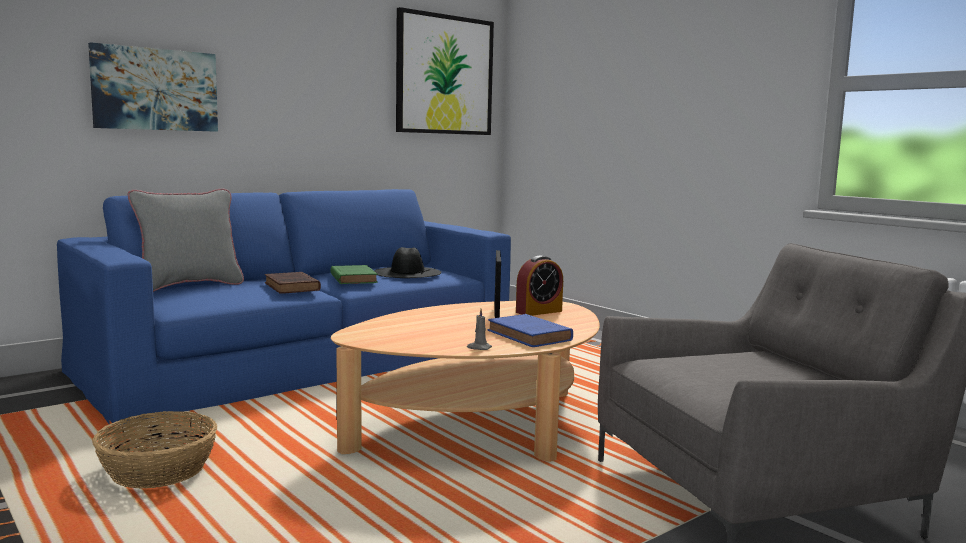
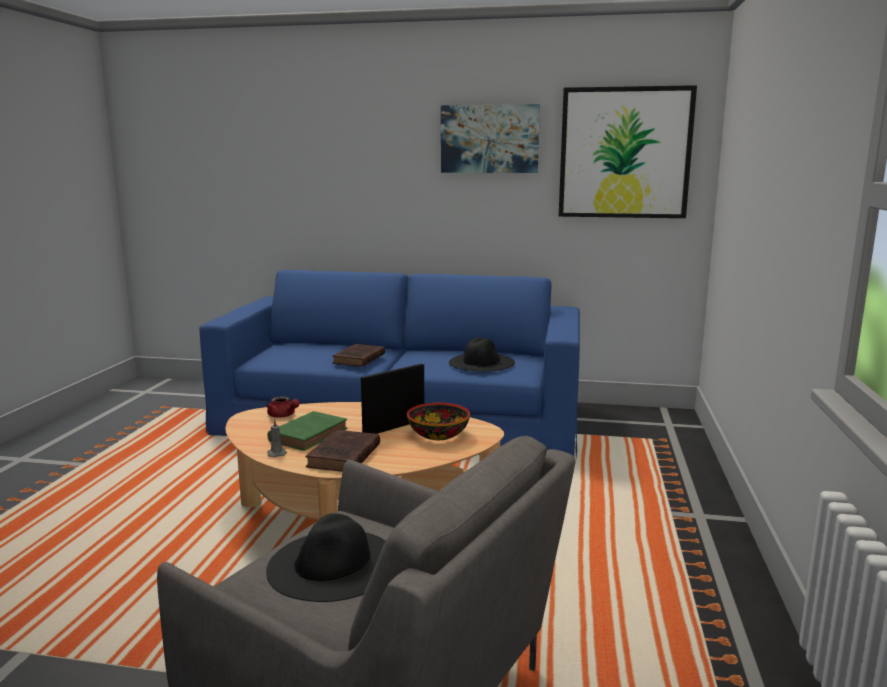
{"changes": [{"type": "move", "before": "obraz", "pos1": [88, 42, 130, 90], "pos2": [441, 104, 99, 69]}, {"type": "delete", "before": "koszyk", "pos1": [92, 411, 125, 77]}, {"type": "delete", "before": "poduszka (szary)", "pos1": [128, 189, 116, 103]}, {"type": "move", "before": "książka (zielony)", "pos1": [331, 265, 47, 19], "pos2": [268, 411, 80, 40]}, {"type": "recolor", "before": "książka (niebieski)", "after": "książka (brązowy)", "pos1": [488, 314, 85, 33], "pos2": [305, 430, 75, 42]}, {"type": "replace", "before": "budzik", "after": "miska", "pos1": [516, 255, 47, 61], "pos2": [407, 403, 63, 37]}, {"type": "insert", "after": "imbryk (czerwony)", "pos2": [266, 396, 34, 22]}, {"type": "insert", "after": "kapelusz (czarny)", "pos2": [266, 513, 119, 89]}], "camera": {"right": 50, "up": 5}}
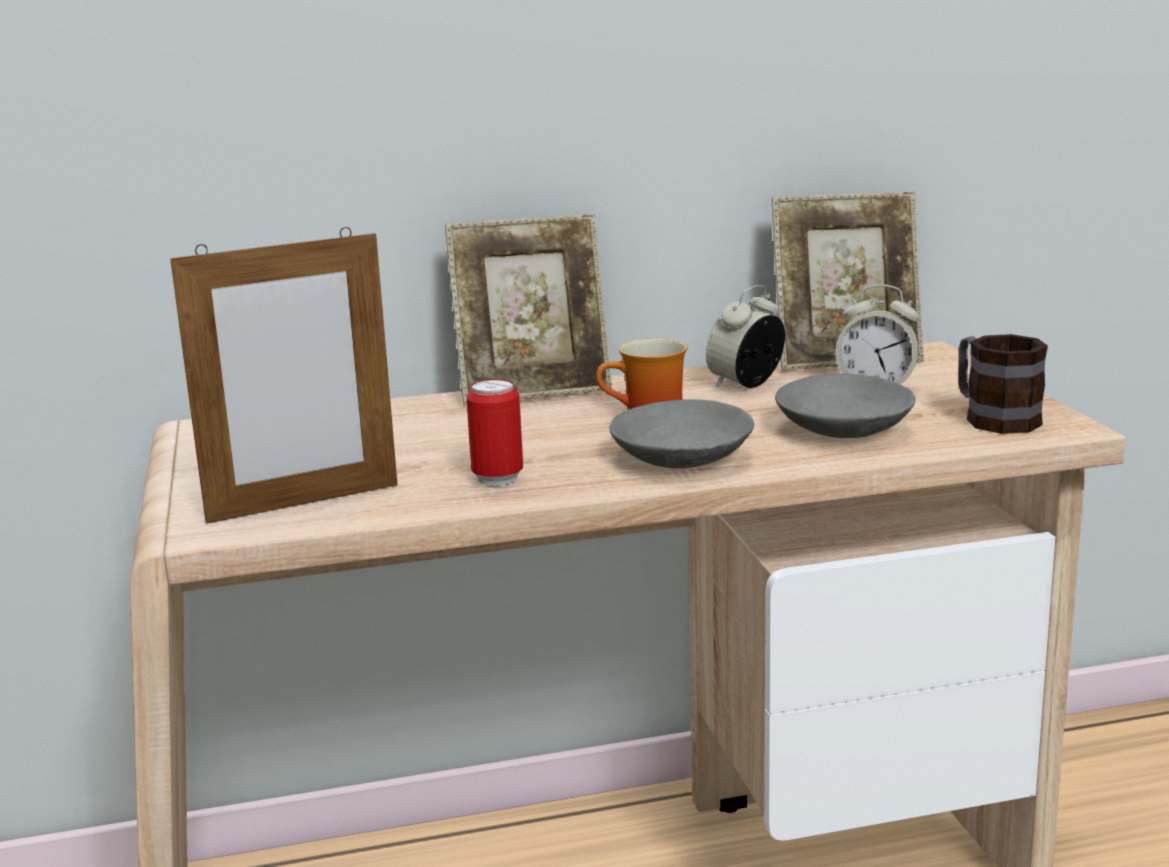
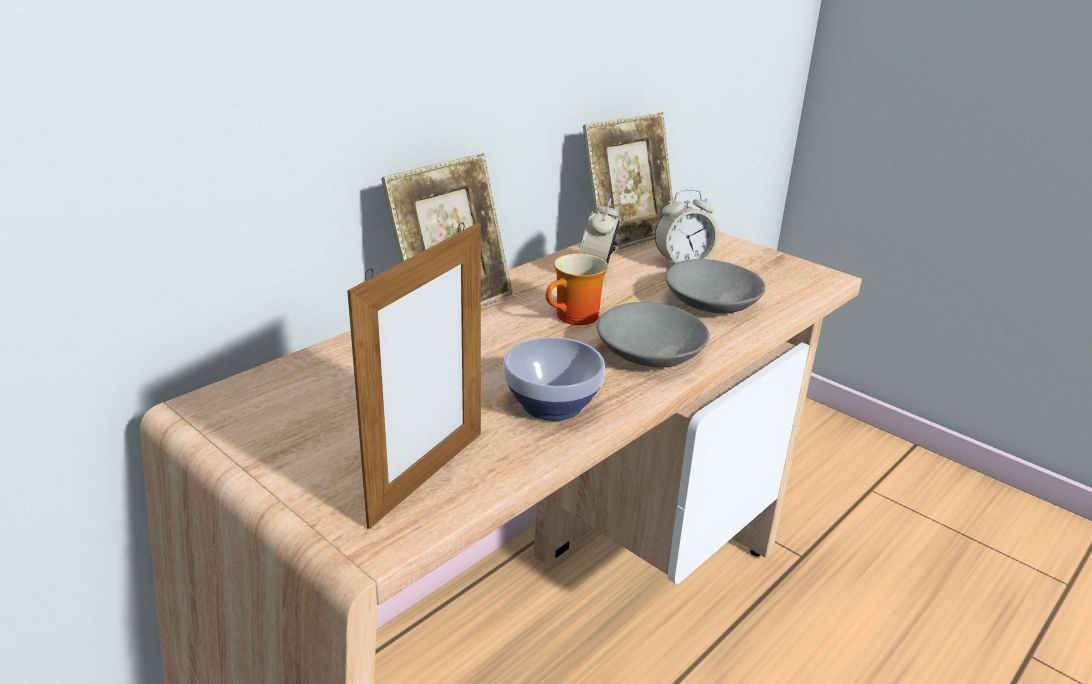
{"changes": [{"type": "replace", "before": "puszka", "after": "miska", "pos1": [466, 379, 57, 107], "pos2": [503, 337, 102, 84]}, {"type": "delete", "before": "kubek", "pos1": [958, 334, 90, 100]}], "camera": {"right": -35, "up": 10}}
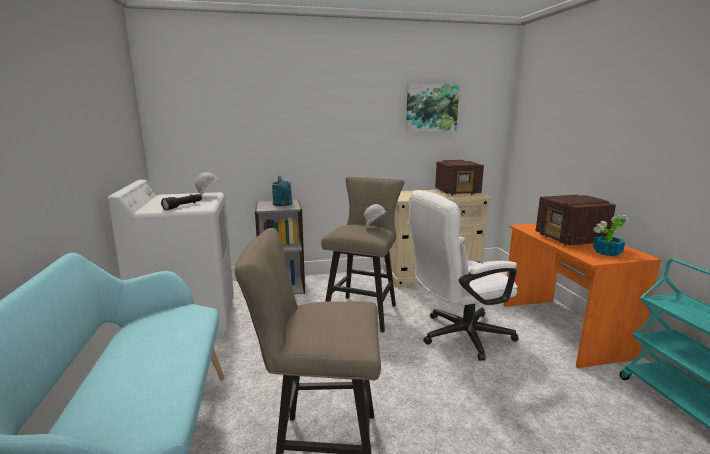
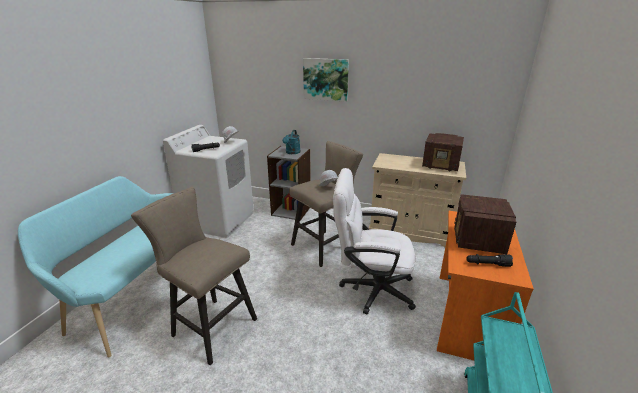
{"changes": [{"type": "move", "before": "obraz", "pos1": [406, 84, 54, 48], "pos2": [303, 58, 46, 44]}, {"type": "replace", "before": "roślina doniczkowa", "after": "latarka (czarny)", "pos1": [593, 215, 36, 41], "pos2": [466, 254, 47, 13]}], "camera": {"right": 30, "up": 10}}
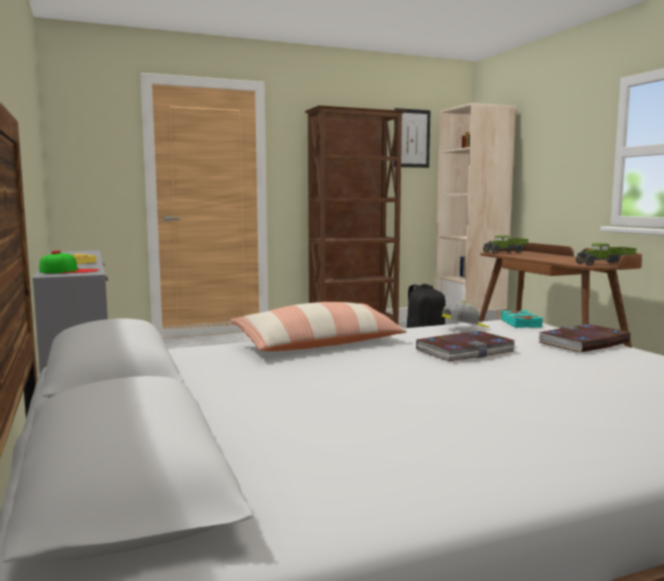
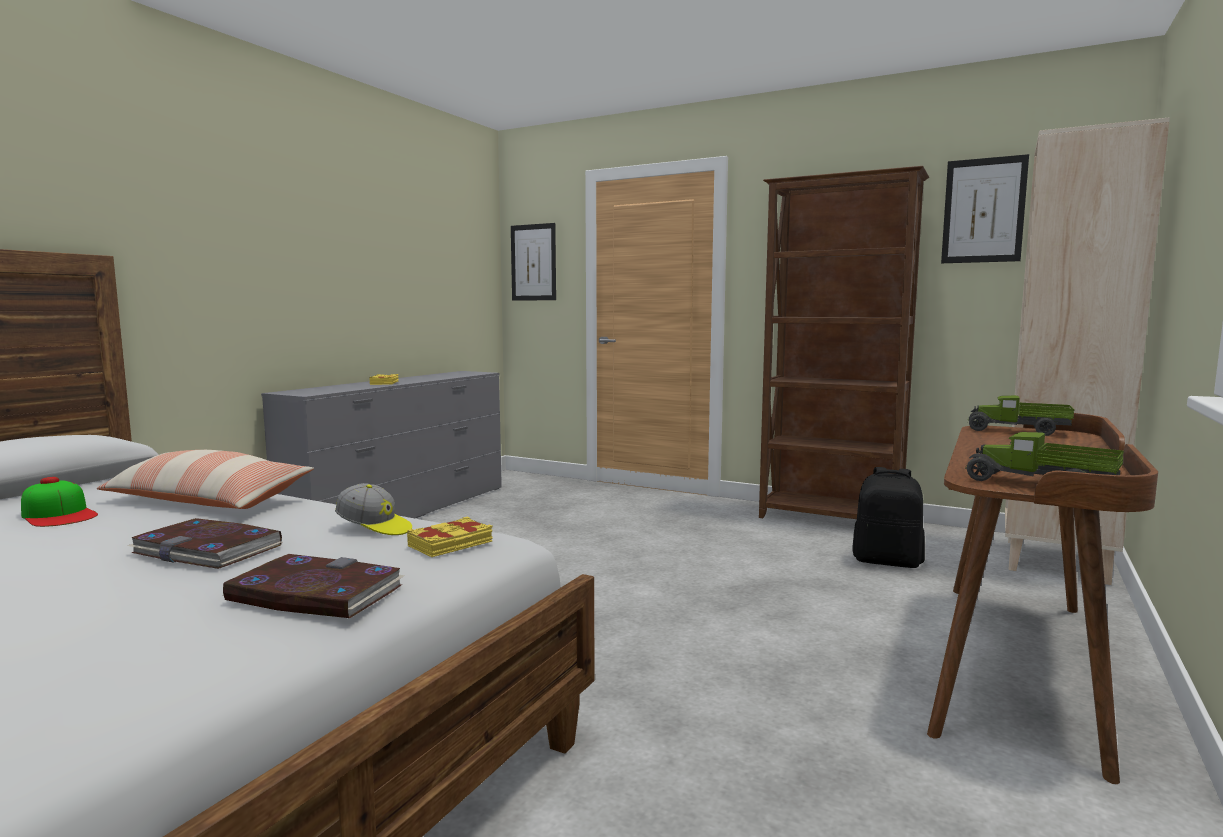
{"changes": [{"type": "move", "before": "czapka z daszkiem", "pos1": [39, 250, 60, 23], "pos2": [21, 477, 77, 50]}, {"type": "recolor", "before": "książka (turkusowy)", "after": "książka (żółty)", "pos1": [501, 310, 42, 18], "pos2": [407, 517, 85, 40]}, {"type": "insert", "after": "obraz", "pos2": [511, 223, 45, 78]}], "camera": {"right": 50, "up": 0}}
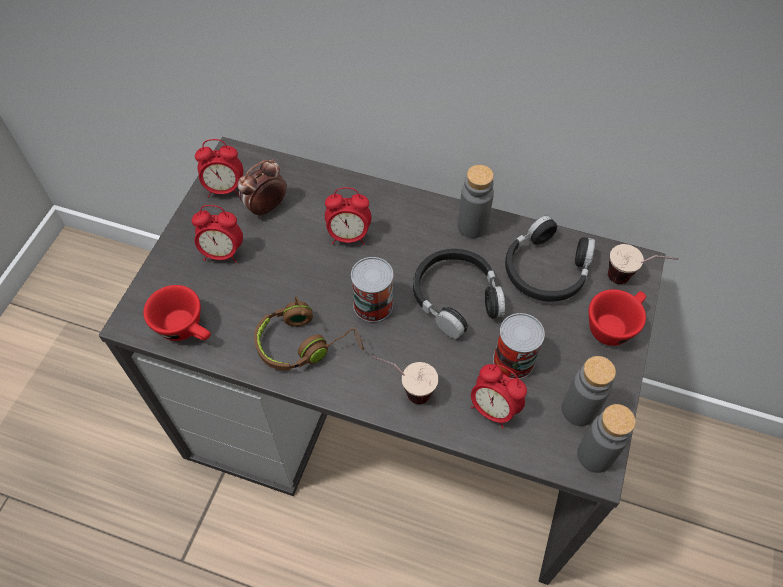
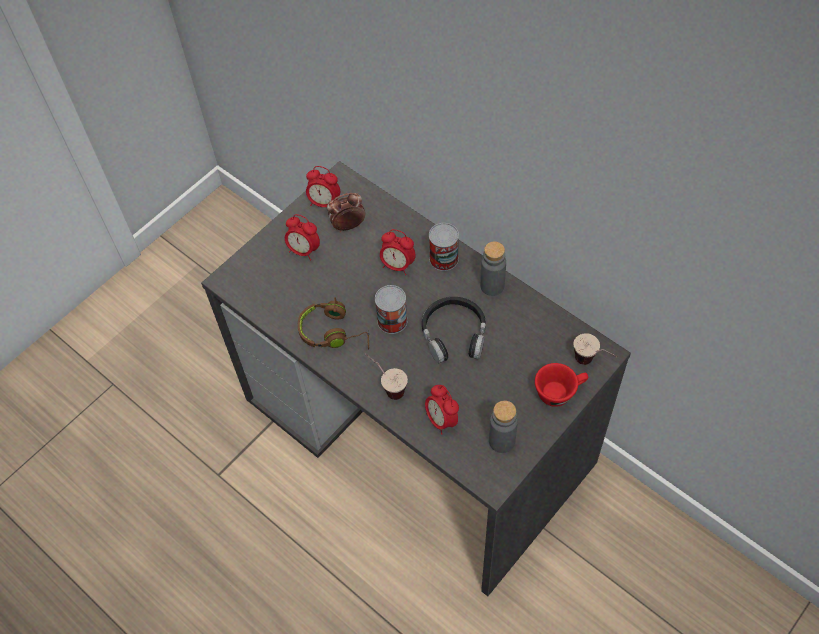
{"changes": [{"type": "delete", "before": "filiżanka (czerwony)", "pos1": [143, 285, 68, 56]}, {"type": "move", "before": "puszka", "pos1": [493, 313, 52, 66], "pos2": [429, 223, 30, 48]}, {"type": "delete", "before": "słuchawki (czarny)", "pos1": [505, 216, 90, 85]}, {"type": "delete", "before": "butelka (szary)", "pos1": [577, 404, 59, 69]}], "camera": {"right": 25, "up": 0}}
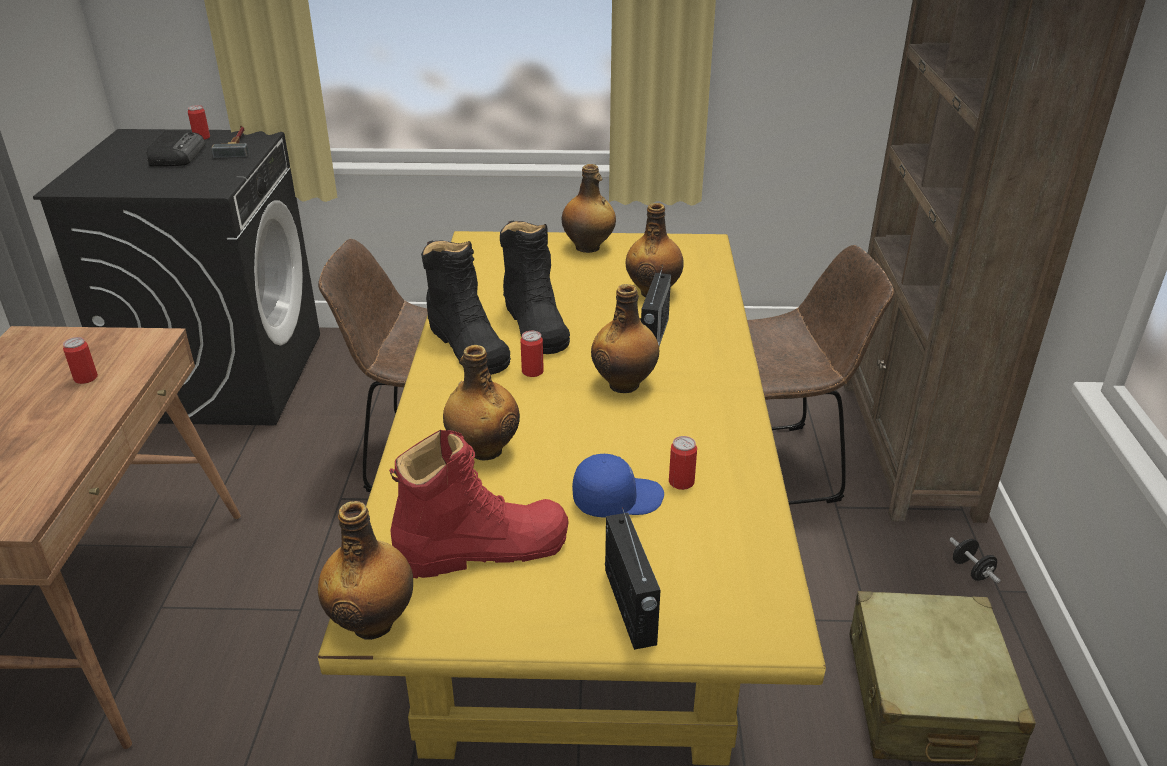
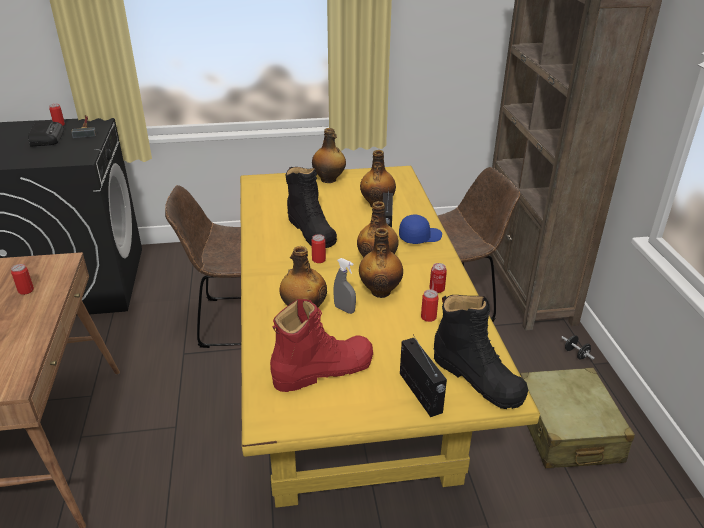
{"changes": [{"type": "move", "before": "butelka", "pos1": [317, 501, 96, 139], "pos2": [359, 228, 44, 70]}, {"type": "move", "before": "but z cholewką (czarny)", "pos1": [421, 240, 90, 135], "pos2": [434, 295, 94, 114]}, {"type": "move", "before": "czapka z daszkiem (niebieski)", "pos1": [572, 454, 92, 64], "pos2": [399, 215, 43, 29]}, {"type": "insert", "after": "spryskiwacz (szary)", "pos2": [333, 258, 23, 56]}, {"type": "insert", "after": "puszka", "pos2": [429, 263, 18, 30]}], "camera": {"right": -10, "up": 0}}
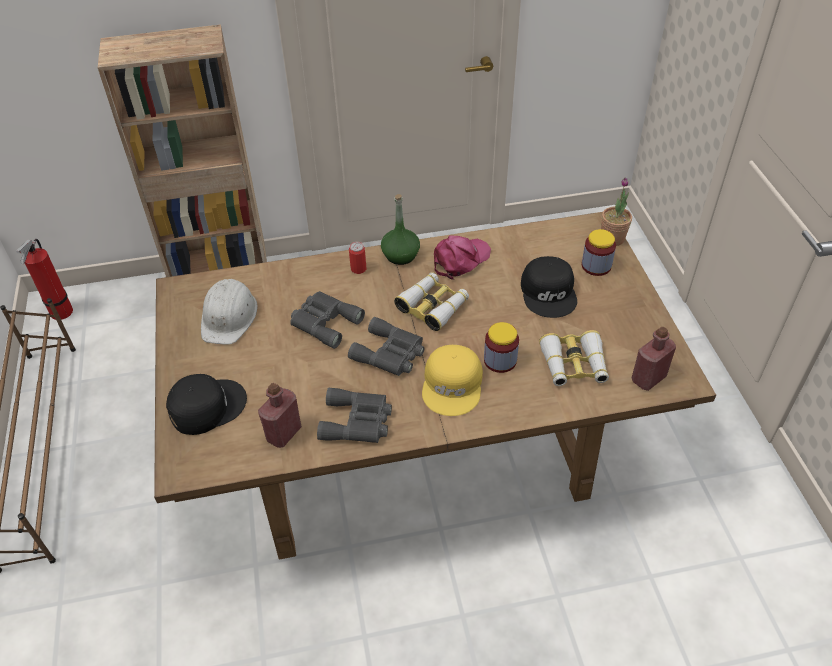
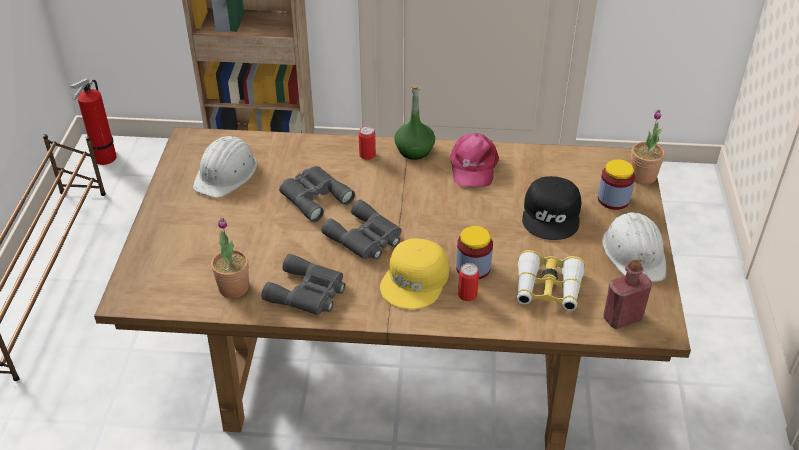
{"changes": [{"type": "delete", "before": "czapka z daszkiem (czarny)", "pos1": [166, 374, 81, 61]}, {"type": "replace", "before": "butelka (czerwony)", "after": "roślina doniczkowa", "pos1": [258, 383, 44, 65], "pos2": [211, 218, 38, 80]}, {"type": "delete", "before": "lornetka", "pos1": [394, 272, 75, 59]}, {"type": "rotate", "before": "czapka z daszkiem (różowy)", "pos1": [434, 236, 57, 44], "pos2": [450, 133, 49, 54], "turn": 120}, {"type": "insert", "after": "puszka", "pos2": [458, 263, 21, 38]}, {"type": "insert", "after": "kask (biały)", "pos2": [602, 212, 64, 70]}], "camera": {"right": 15, "up": -5}}
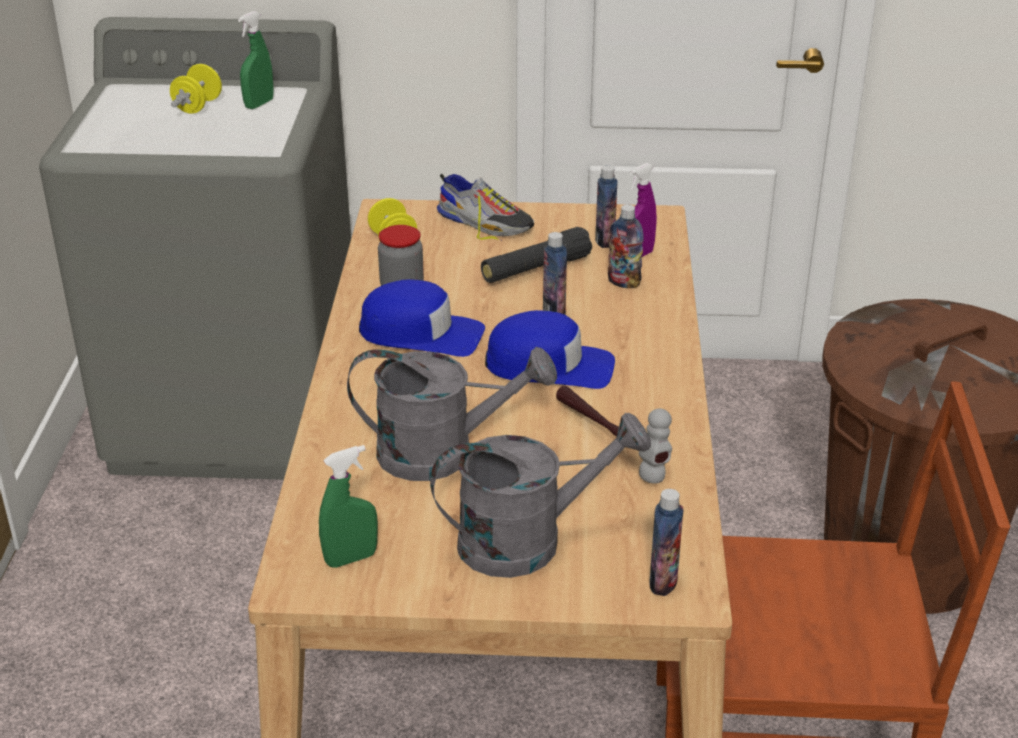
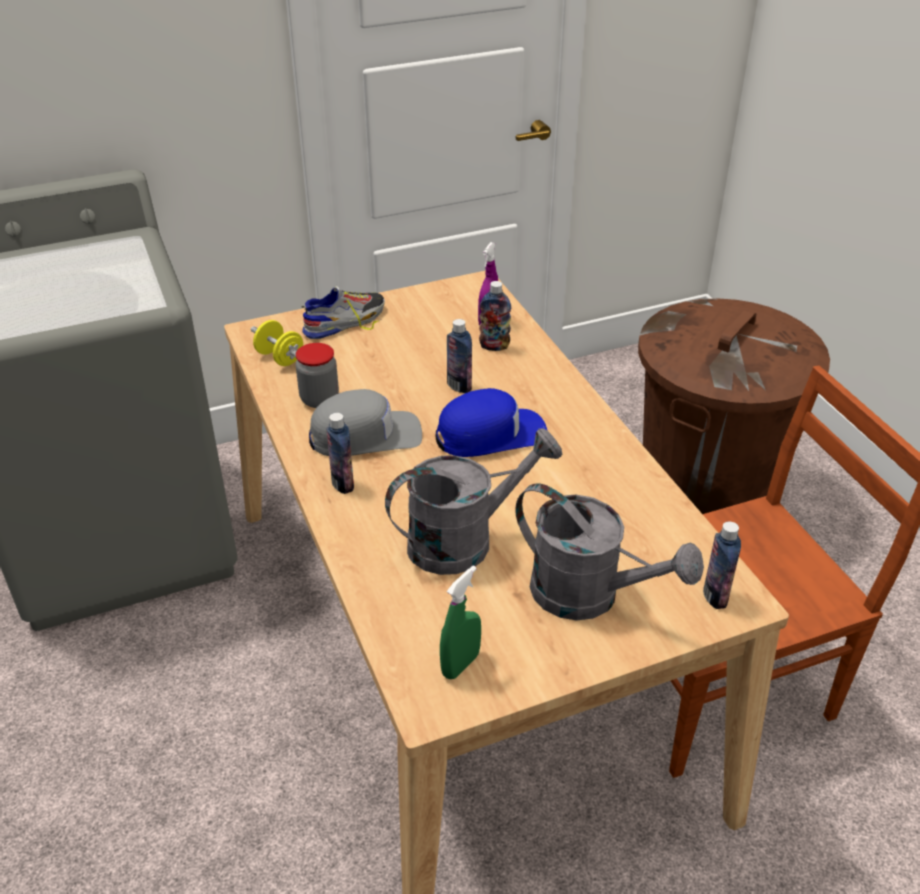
{"changes": [{"type": "delete", "before": "hantel (żółty)", "pos1": [170, 64, 52, 50]}, {"type": "delete", "before": "spryskiwacz (zielony)", "pos1": [238, 11, 36, 98]}, {"type": "recolor", "before": "czapka z daszkiem (niebieski)", "after": "czapka z daszkiem (szary)", "pos1": [359, 279, 126, 78], "pos2": [309, 389, 113, 67]}, {"type": "rotate", "before": "konewka (szary)", "pos1": [430, 412, 221, 166], "pos2": [515, 484, 189, 137], "turn": 75}, {"type": "rotate", "before": "but", "pos1": [437, 174, 97, 66], "pos2": [301, 286, 84, 53], "turn": -45}, {"type": "delete", "before": "latarka (czarny)", "pos1": [481, 227, 111, 56]}, {"type": "delete", "before": "młotek", "pos1": [556, 386, 116, 98]}, {"type": "move", "before": "butelka", "pos1": [595, 165, 23, 83], "pos2": [326, 413, 28, 81]}], "camera": {"right": -25, "up": 5}}
